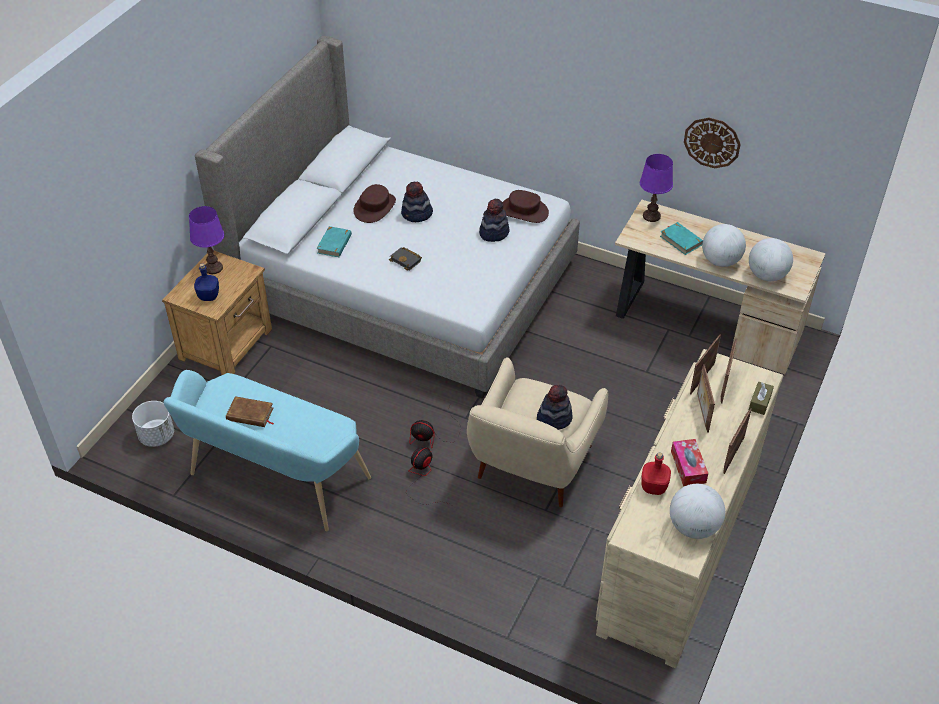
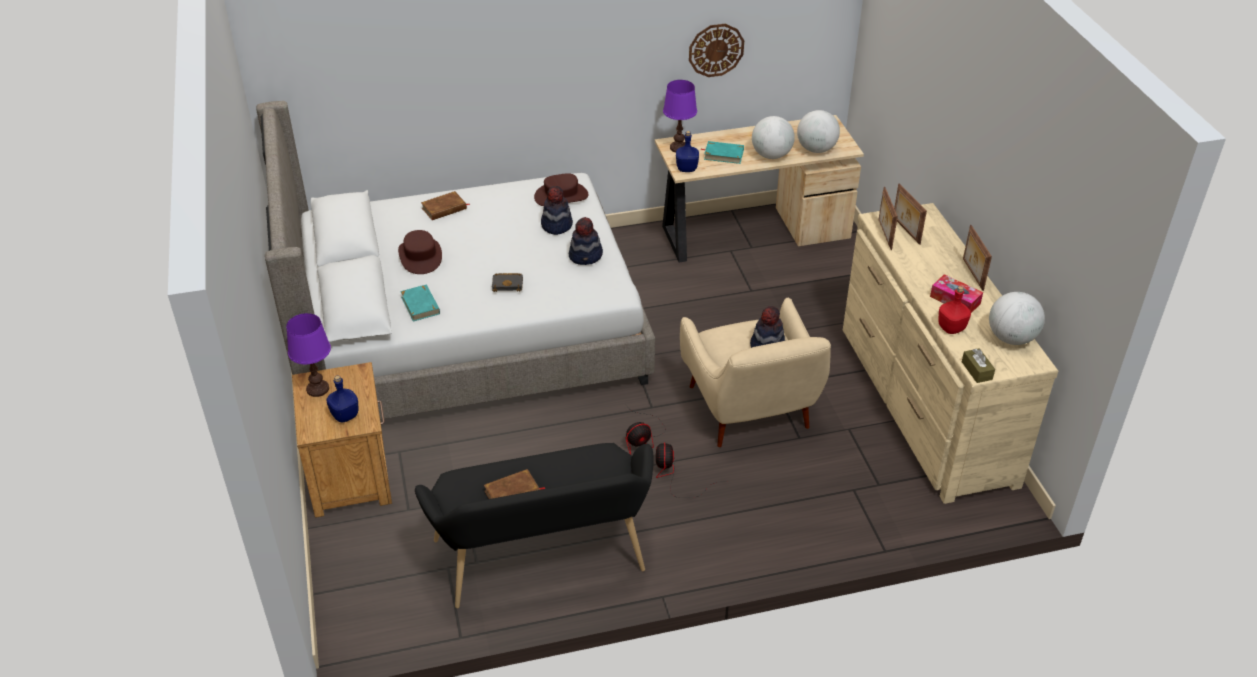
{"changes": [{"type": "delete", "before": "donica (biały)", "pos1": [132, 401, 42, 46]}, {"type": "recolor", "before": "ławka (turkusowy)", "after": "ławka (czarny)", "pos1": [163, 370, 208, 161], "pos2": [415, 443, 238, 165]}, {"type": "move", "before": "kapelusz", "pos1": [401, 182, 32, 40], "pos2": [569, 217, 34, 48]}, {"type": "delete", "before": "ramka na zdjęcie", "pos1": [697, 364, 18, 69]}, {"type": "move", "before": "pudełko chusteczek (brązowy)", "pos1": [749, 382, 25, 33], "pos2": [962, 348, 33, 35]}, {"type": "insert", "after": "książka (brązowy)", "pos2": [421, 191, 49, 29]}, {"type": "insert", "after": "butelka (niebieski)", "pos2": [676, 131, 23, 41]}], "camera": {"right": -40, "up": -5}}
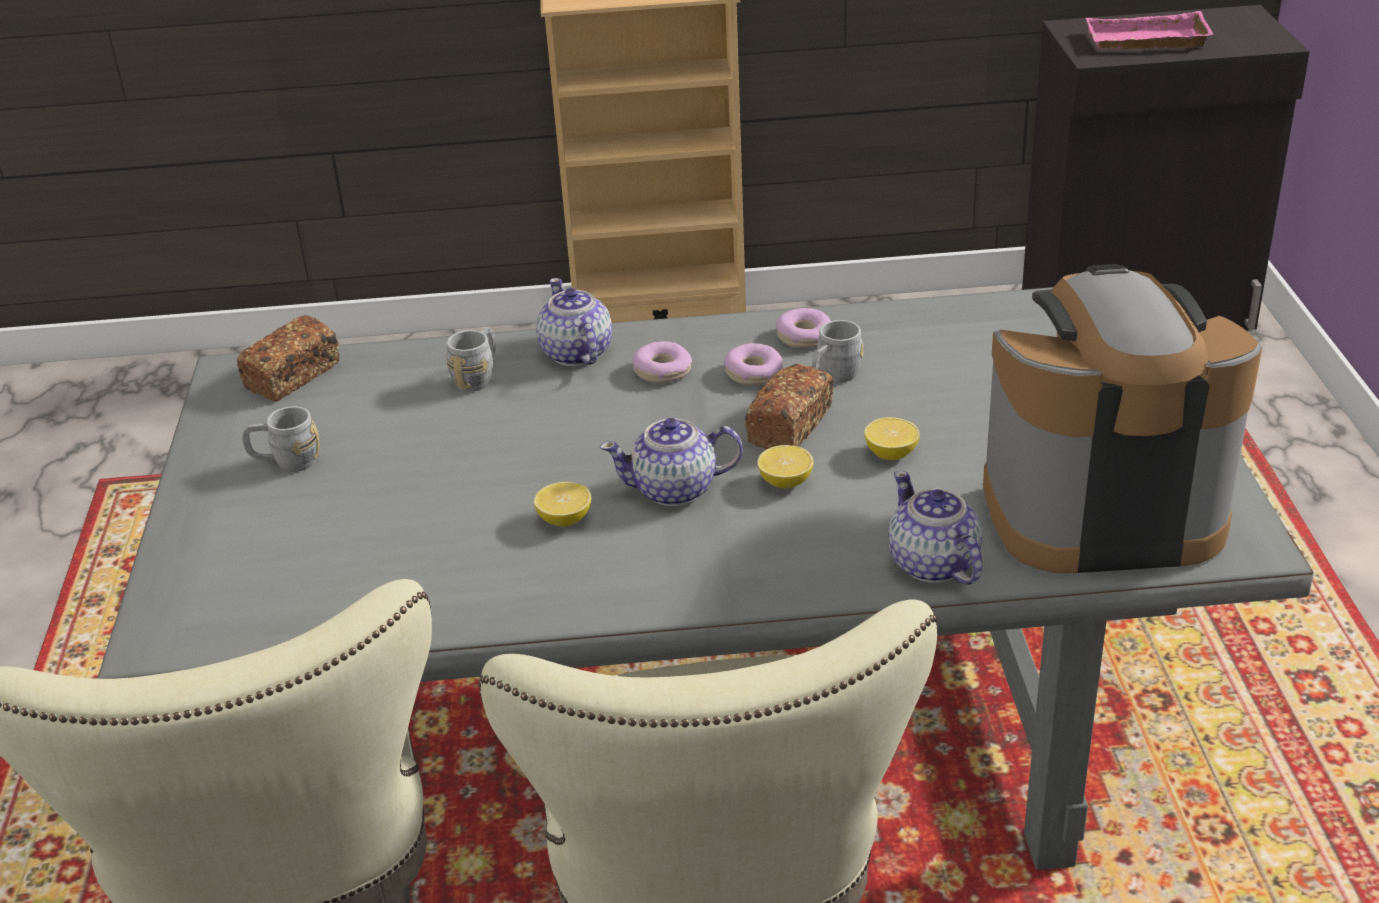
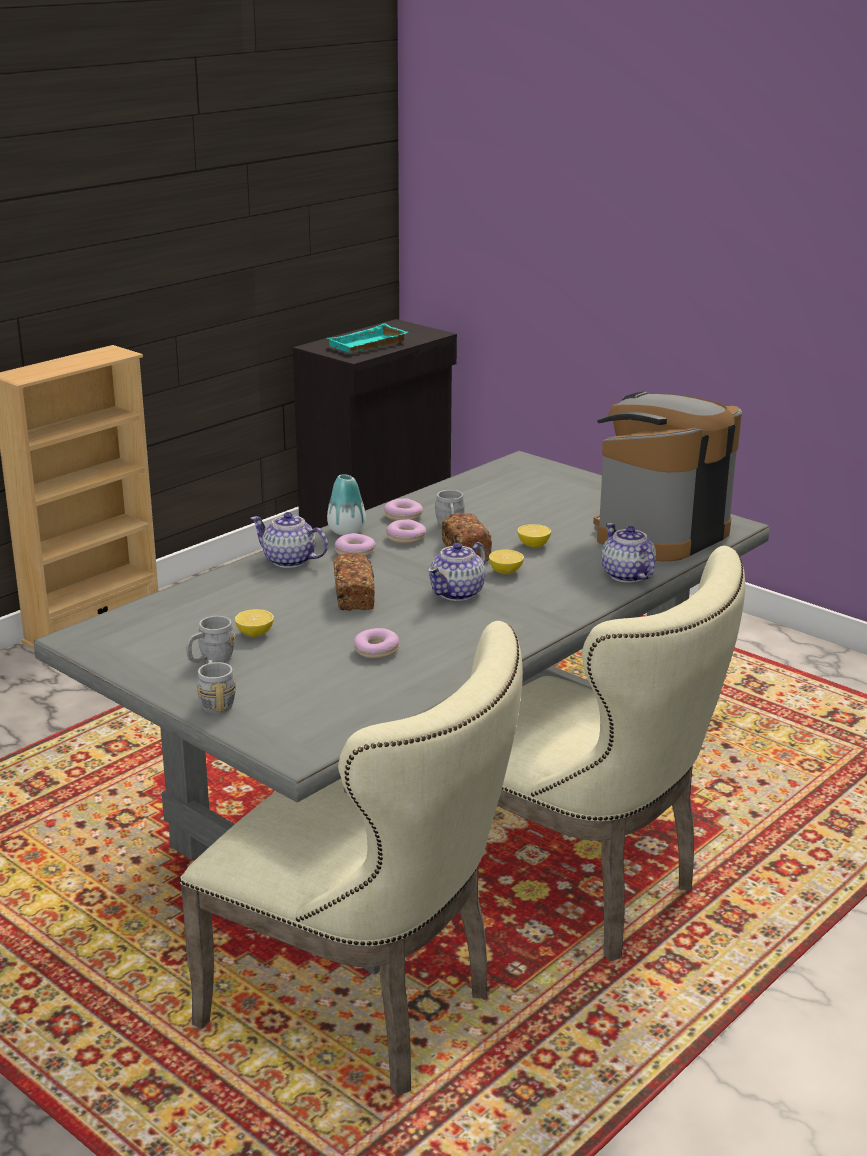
{"changes": [{"type": "move", "before": "chleb", "pos1": [237, 315, 103, 87], "pos2": [333, 553, 42, 58]}, {"type": "move", "before": "kubek (szary)", "pos1": [446, 327, 50, 65], "pos2": [197, 660, 39, 54]}, {"type": "move", "before": "cytryna", "pos1": [534, 482, 57, 45], "pos2": [235, 609, 39, 28]}, {"type": "rotate", "before": "imbryk", "pos1": [889, 471, 93, 114], "pos2": [601, 523, 55, 60], "turn": 45}, {"type": "recolor", "before": "taca (różowy)", "after": "taca (turkusowy)", "pos1": [1086, 11, 128, 38], "pos2": [328, 323, 80, 30]}, {"type": "insert", "after": "wazon", "pos2": [327, 474, 39, 61]}, {"type": "insert", "after": "donut", "pos2": [354, 628, 45, 31]}], "camera": {"right": -45, "up": -10}}
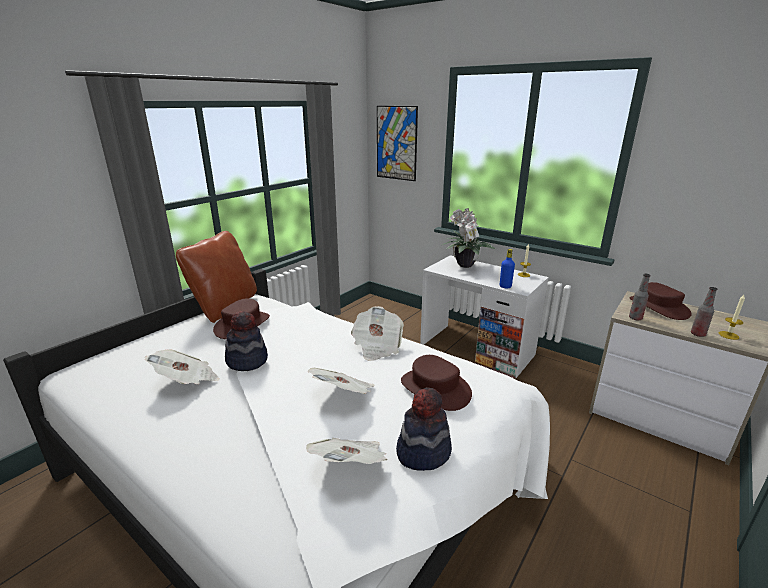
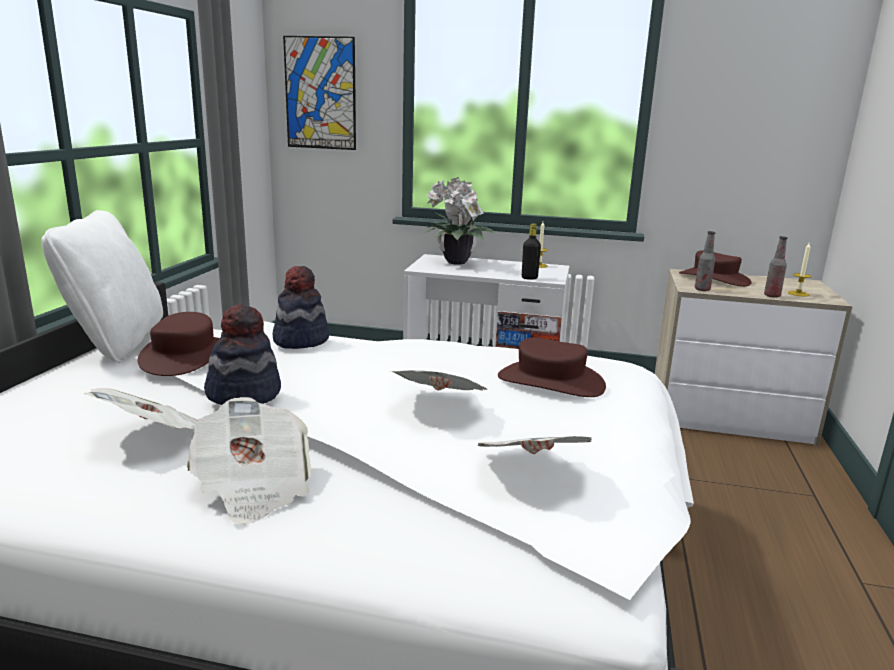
{"changes": [{"type": "recolor", "before": "poduszka (brązowy)", "after": "poduszka (biały)", "pos1": [176, 231, 81, 92], "pos2": [41, 210, 122, 153]}, {"type": "move", "before": "gazeta", "pos1": [351, 306, 53, 55], "pos2": [186, 397, 125, 128]}, {"type": "move", "before": "kapelusz", "pos1": [396, 387, 56, 84], "pos2": [273, 266, 56, 83]}, {"type": "recolor", "before": "butelka (niebieski)", "after": "butelka (czarny)", "pos1": [500, 249, 15, 39], "pos2": [522, 224, 19, 56]}], "camera": {"right": -25, "up": -5}}
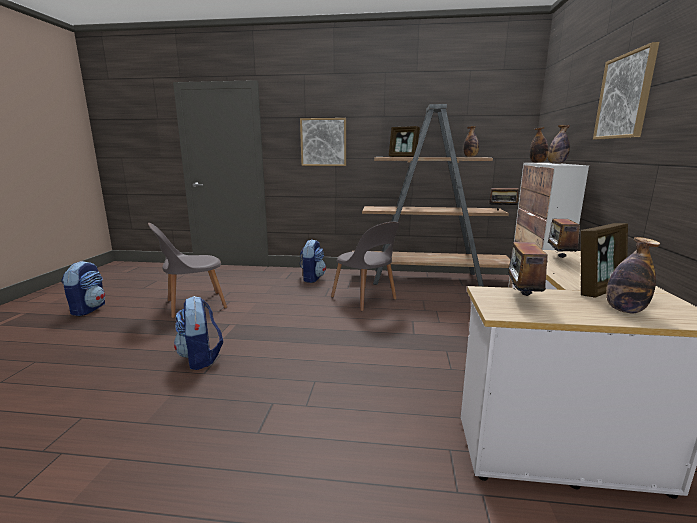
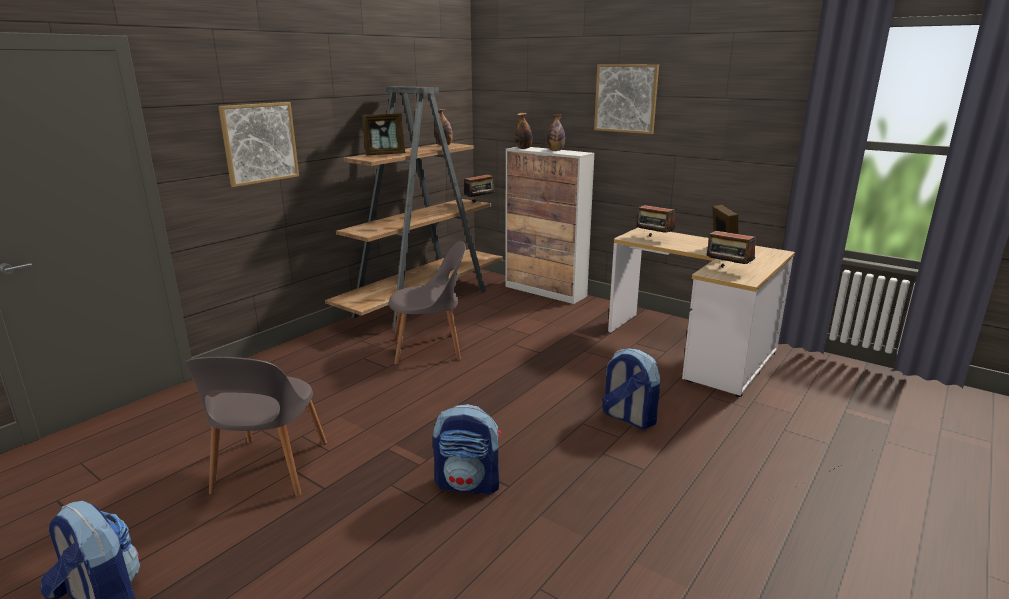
{"changes": [{"type": "move", "before": "plecak", "pos1": [300, 239, 26, 44], "pos2": [602, 348, 58, 81]}, {"type": "delete", "before": "butelka", "pos1": [606, 237, 54, 77]}], "camera": {"right": -60, "up": 5}}
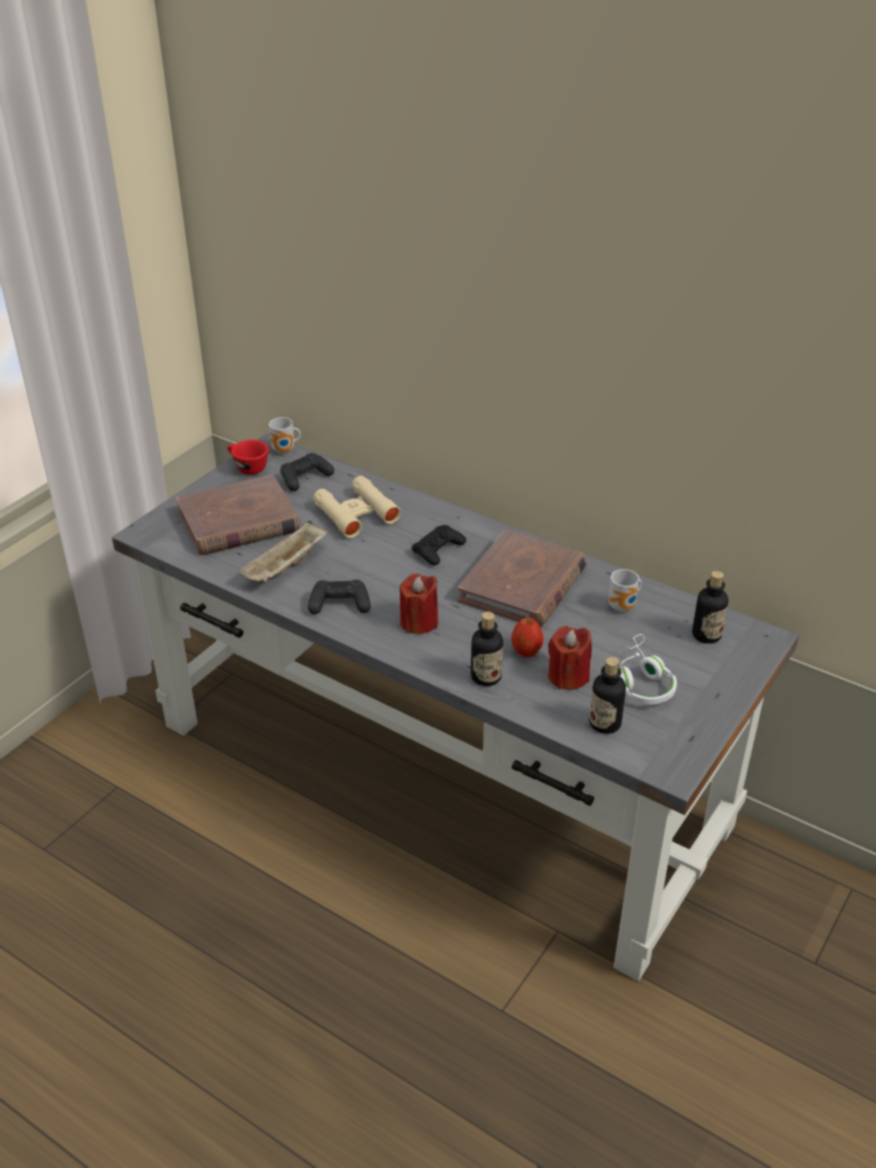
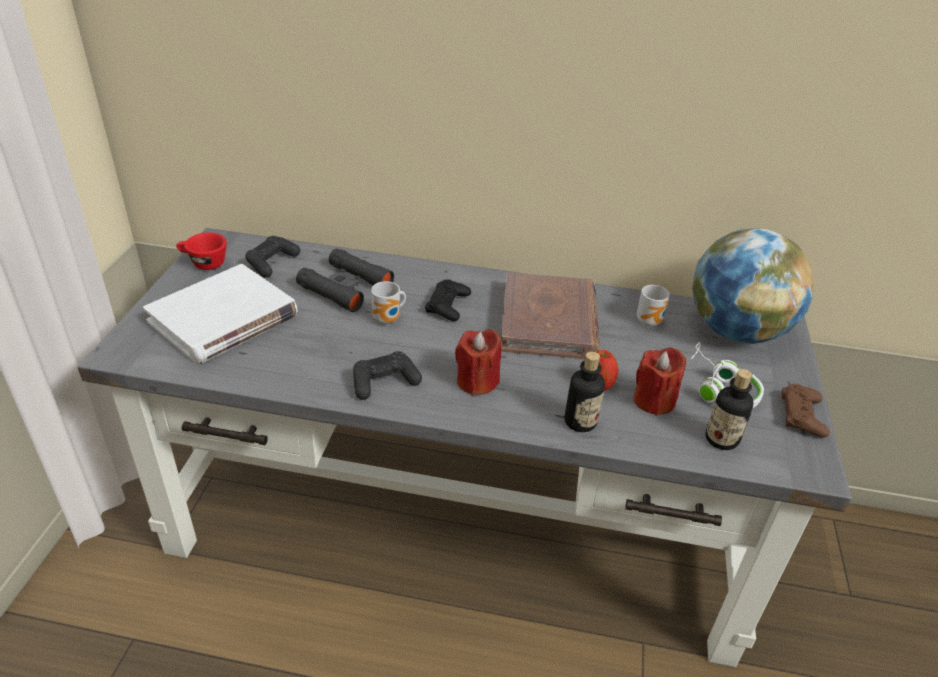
{"changes": [{"type": "recolor", "before": "książka (brązowy)", "after": "książka (biały)", "pos1": [176, 475, 125, 80], "pos2": [143, 264, 155, 100]}, {"type": "delete", "before": "taca (beżowy)", "pos1": [239, 521, 88, 61]}, {"type": "move", "before": "kubek", "pos1": [269, 417, 32, 37], "pos2": [371, 281, 35, 43]}, {"type": "recolor", "before": "lornetka (beżowy)", "after": "lornetka (czarny)", "pos1": [313, 476, 88, 62], "pos2": [296, 248, 98, 64]}, {"type": "replace", "before": "butelka", "after": "globus", "pos1": [692, 571, 36, 73], "pos2": [692, 229, 122, 115]}, {"type": "insert", "after": "pad do gier (brązowy)", "pos2": [782, 384, 48, 54]}], "camera": {"right": -25, "up": 0}}
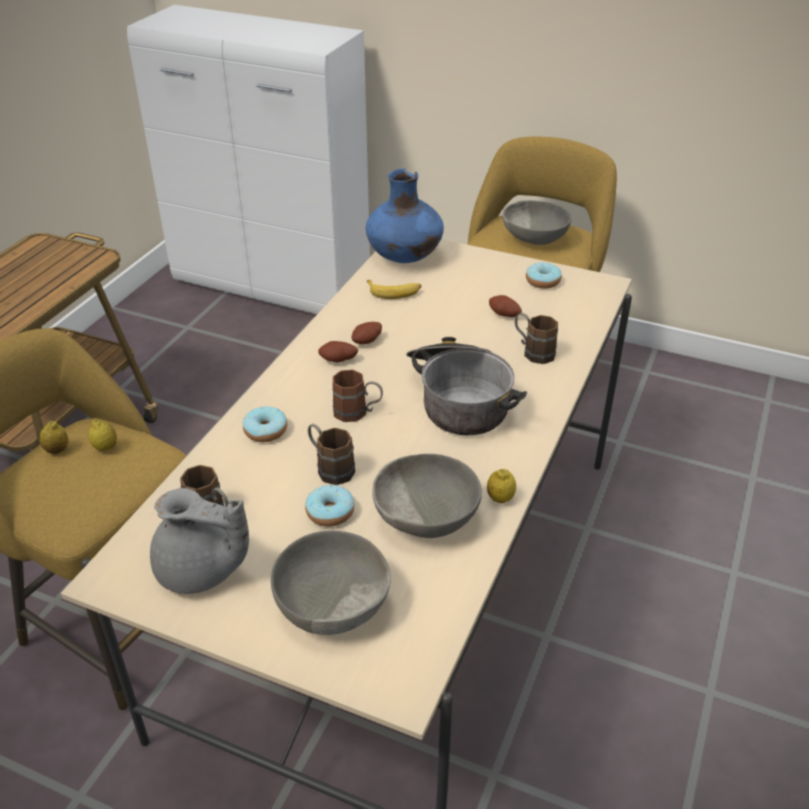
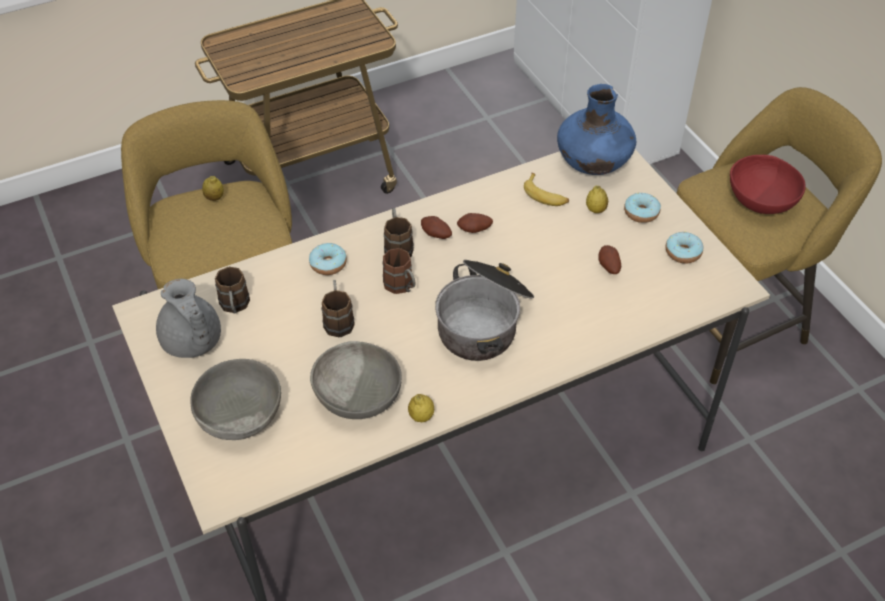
{"changes": [{"type": "move", "before": "cytryna", "pos1": [89, 419, 28, 32], "pos2": [586, 186, 22, 27]}, {"type": "move", "before": "donut", "pos1": [305, 484, 49, 43], "pos2": [624, 193, 37, 30]}, {"type": "recolor", "before": "miska (szary)", "after": "miska (czerwony)", "pos1": [502, 200, 70, 45], "pos2": [730, 155, 76, 59]}, {"type": "move", "before": "kubek (brązowy)", "pos1": [515, 313, 43, 51], "pos2": [384, 208, 30, 50]}], "camera": {"right": 40, "up": 10}}
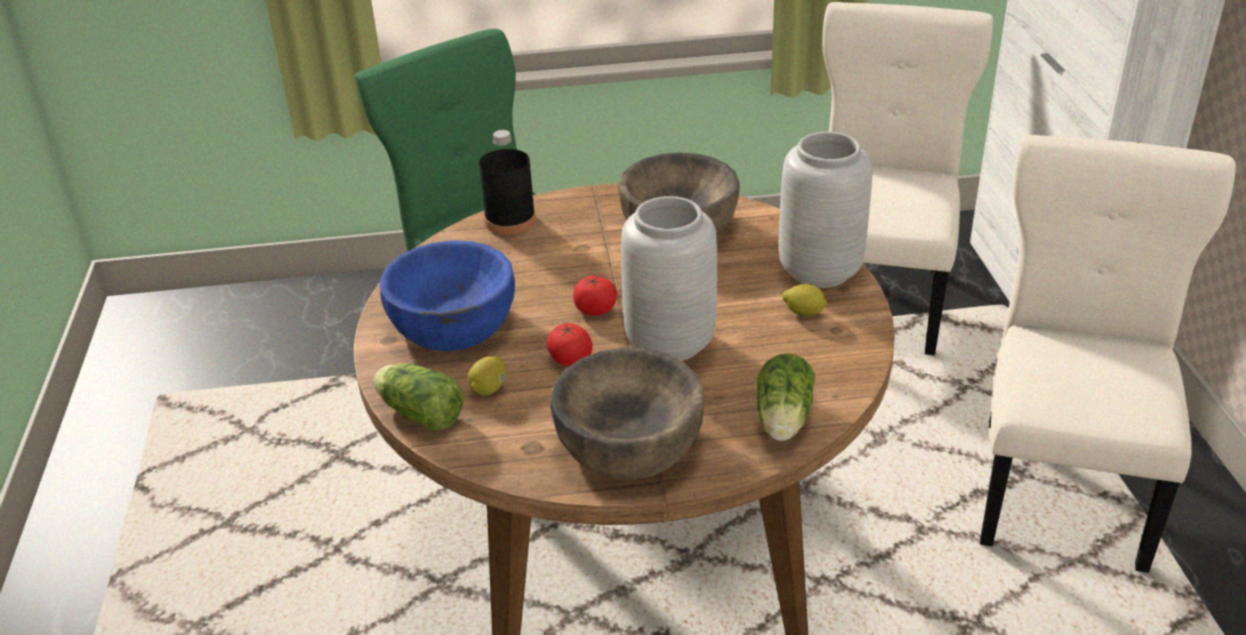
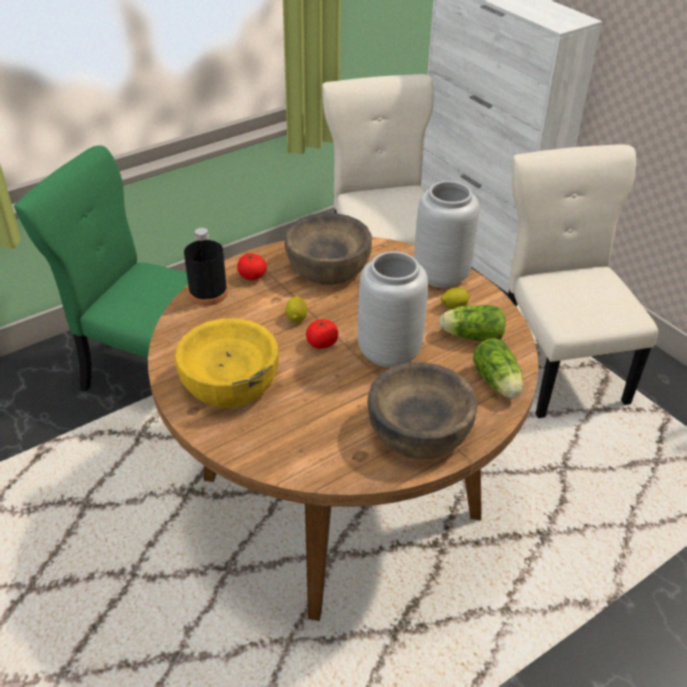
{"changes": [{"type": "move", "before": "sałata", "pos1": [373, 363, 91, 68], "pos2": [439, 305, 67, 36]}, {"type": "recolor", "before": "miska (niebieski)", "after": "miska (żółty)", "pos1": [380, 240, 135, 111], "pos2": [175, 318, 104, 90]}, {"type": "move", "before": "cytryna", "pos1": [468, 356, 38, 39], "pos2": [286, 296, 22, 26]}, {"type": "move", "before": "pomidor", "pos1": [547, 323, 46, 43], "pos2": [237, 254, 30, 26]}], "camera": {"right": -30, "up": 5}}
